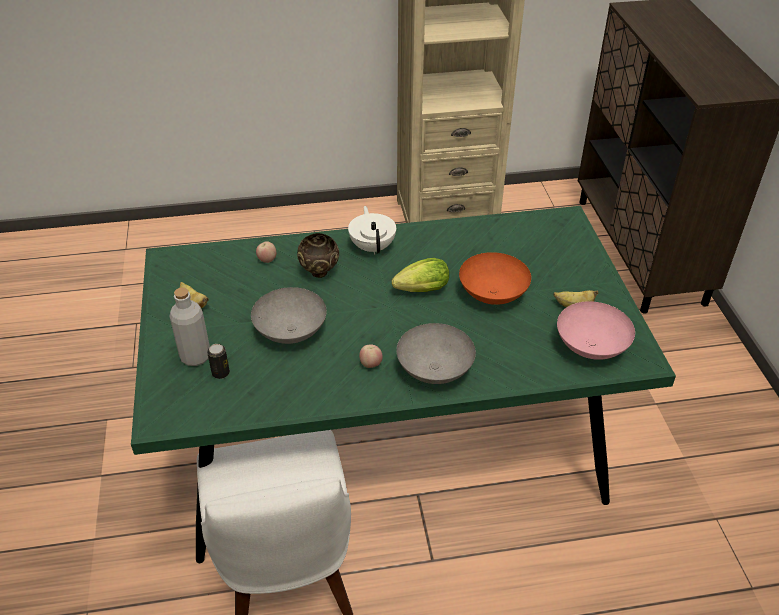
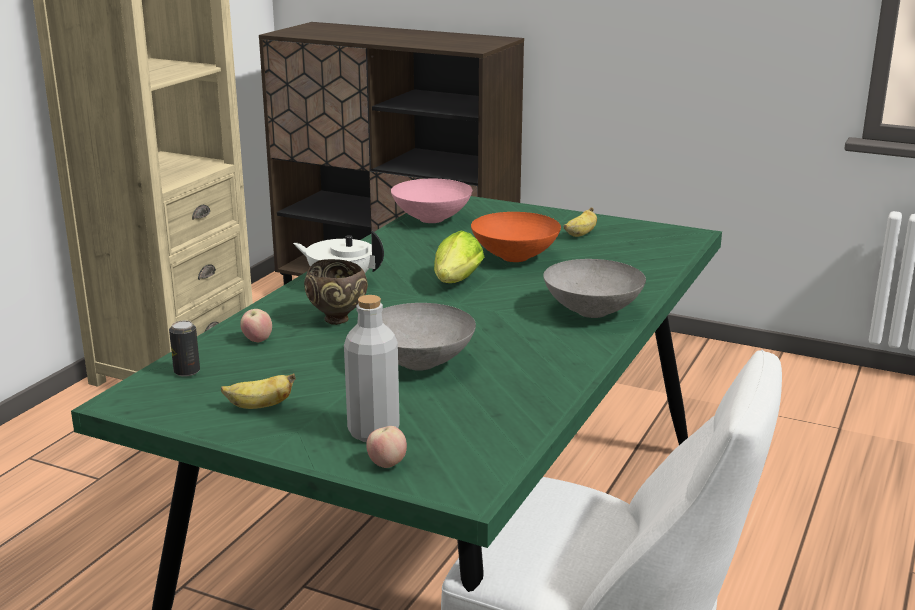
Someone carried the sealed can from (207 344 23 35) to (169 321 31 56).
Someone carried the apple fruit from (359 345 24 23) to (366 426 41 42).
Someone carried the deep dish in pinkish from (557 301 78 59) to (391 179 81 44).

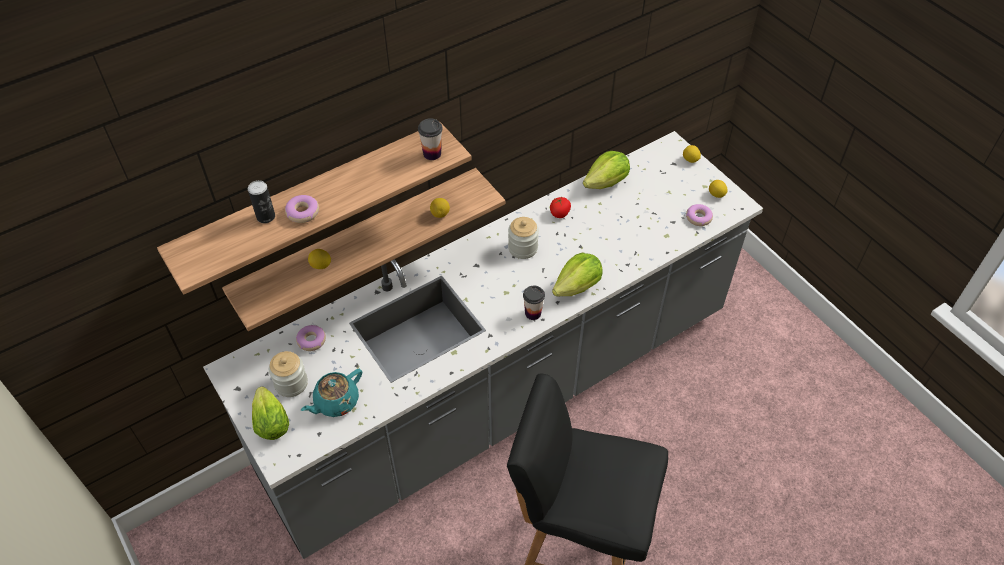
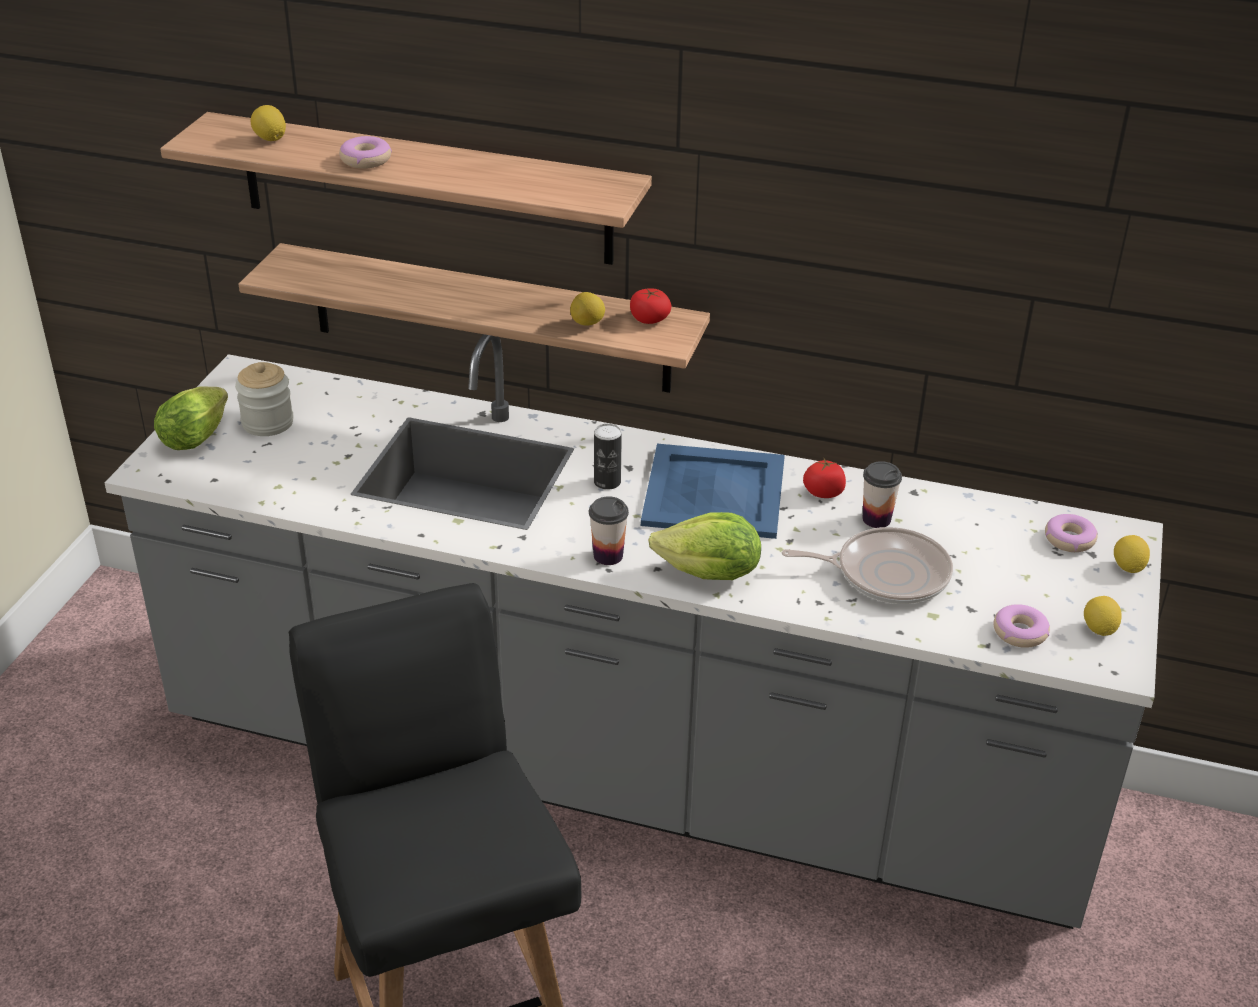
Someone carried the sealed can from (248 180 27 43) to (594 424 28 66).
Someone carried the donut from (296 325 30 26) to (1045 514 53 38).
Someone took away the pot for tea in blue-green at (301 369 61 48).
Someone carried the citrus fruit from (308 249 23 20) to (251 105 35 36).
Someone carried the cup from (418 118 25 42) to (863 461 39 67).
Someone swapped the preserve jar at (508 217 31 42) for the serving tray in blue at (641 444 144 95).
Someone took away the lettuce head at (583 151 47 38).
Someone put down the whole tomato at (630 288 41 36).
Someone put down the skillet at (782 527 171 77).

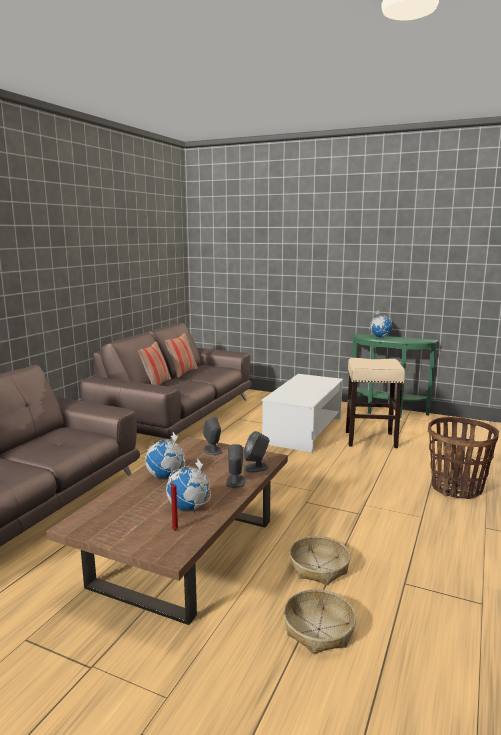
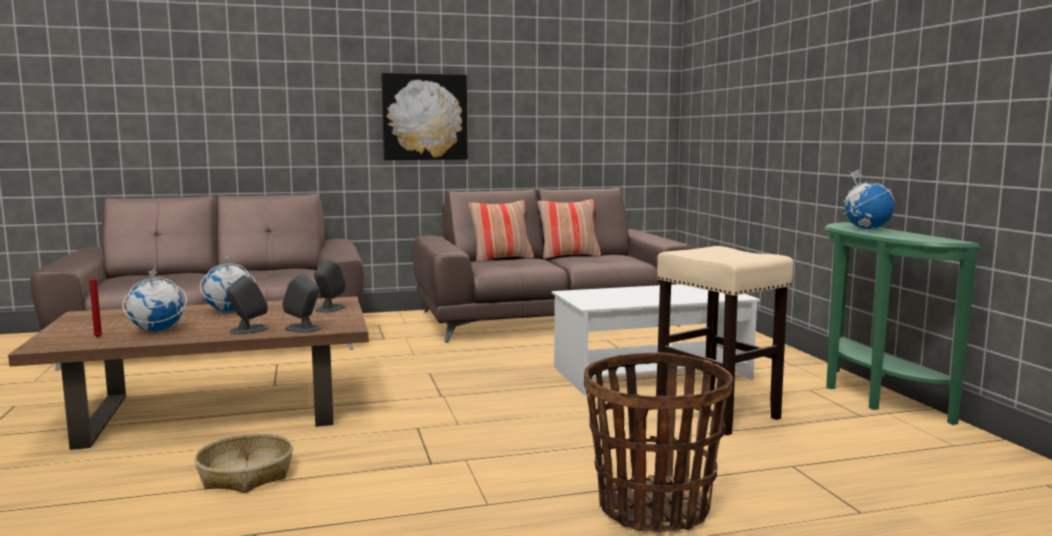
Someone took away the storage basket at (284 589 72 65).
Someone put up the wall picture at (381 73 87 87).

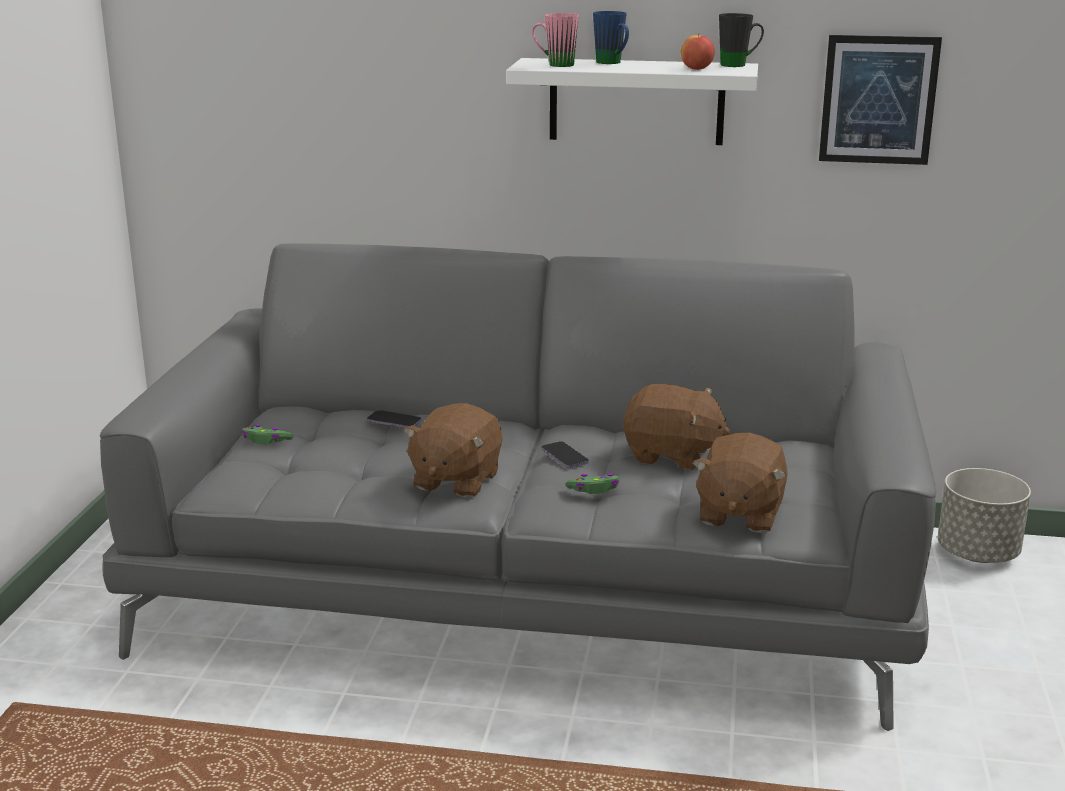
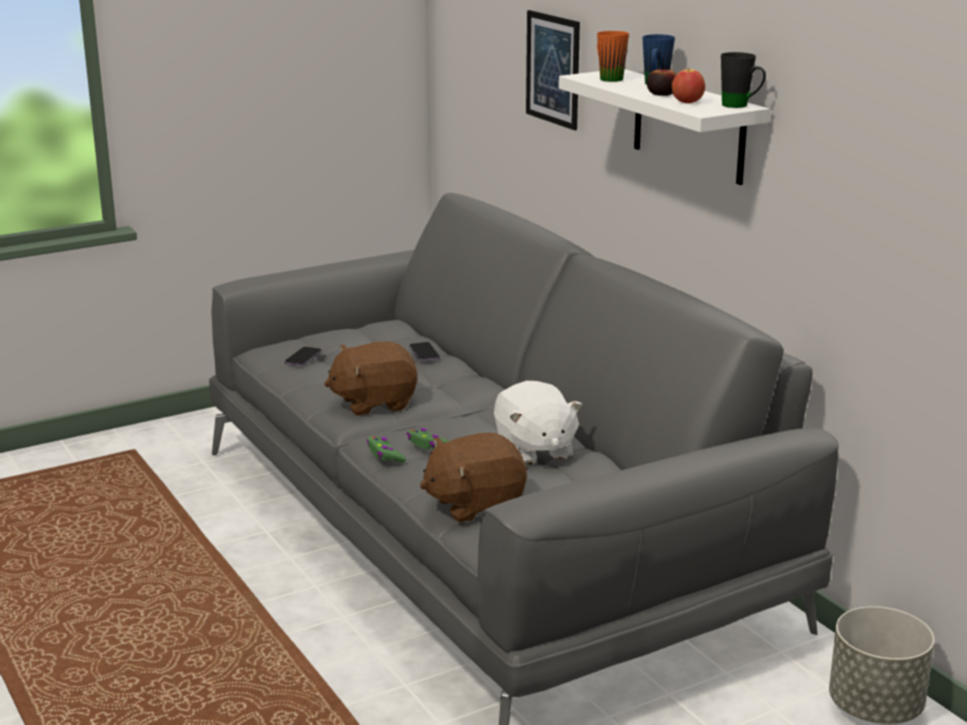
Someone carried the gamepad in green from (242 424 52 20) to (367 437 39 26).
Someone repainted the coffee mug in pinkish at (532 13 47 54), which became the coffee mug in orangey at (597 31 32 51).
Someone carried the handset from (541 441 48 27) to (285 347 37 19).
Someone repainted the plush toy in brown at (623 384 108 86), which became the plush toy in white at (494 381 89 85).
Someone carried the wall picture from (819 35 123 130) to (526 10 54 120).
Someone put down the apple fruit at (647 67 30 29).

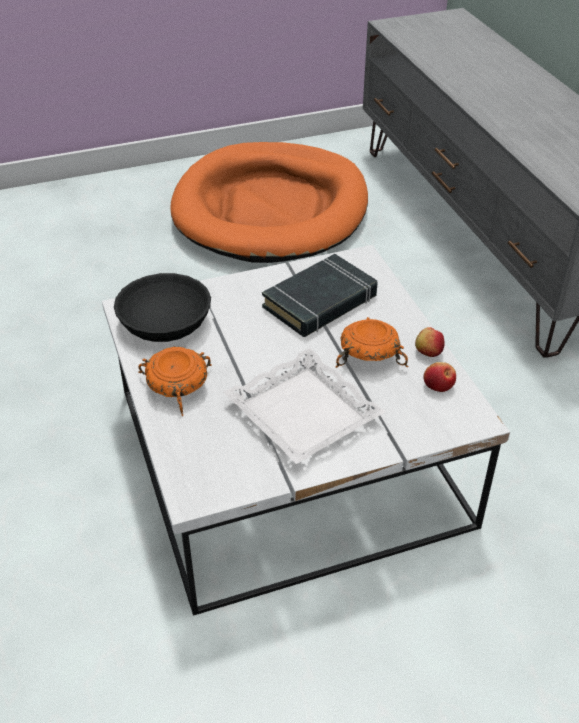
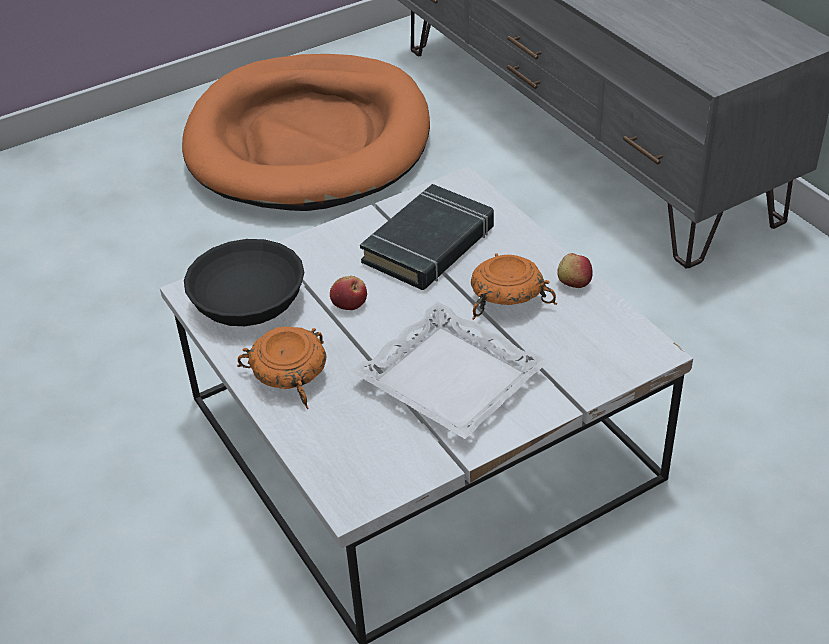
Someone carried the apple fruit from (423 362 33 30) to (330 276 37 34).

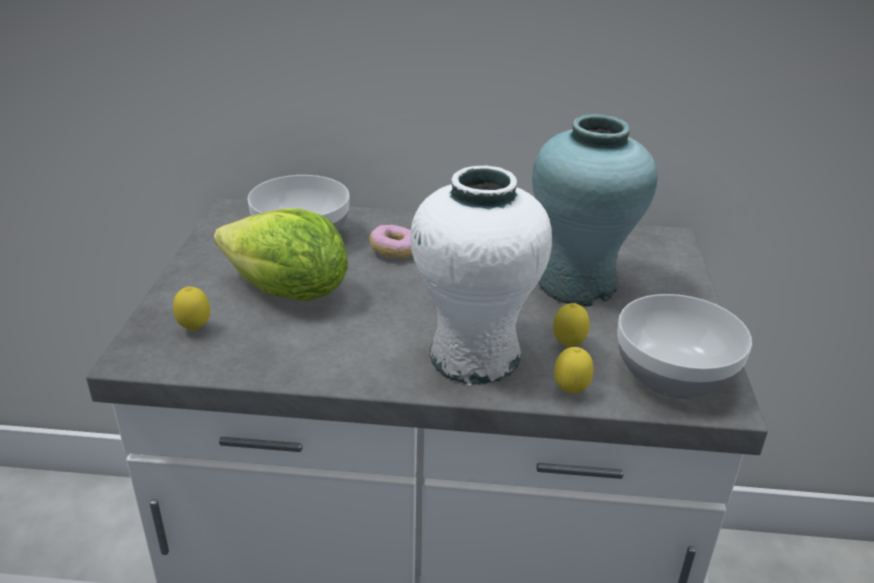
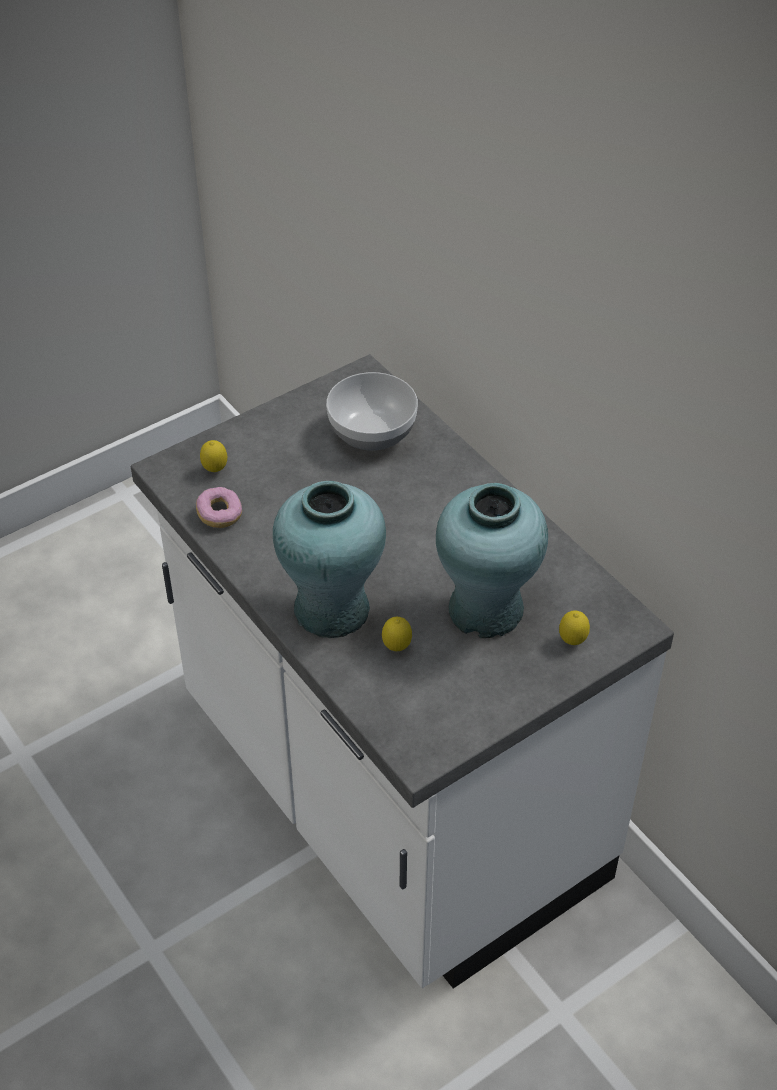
Someone took away the lettuce head at (214 208 134 93).
Someone carried the donut from (369 225 44 33) to (196 487 46 41).
Someone repainted the decorative vase in white at (410 166 142 219), which became the decorative vase in blue-green at (273 481 113 157).
Someone carried the citrus fruit from (554 347 40 46) to (559 611 31 34).
Someone took away the deep dish at (617 294 135 105).

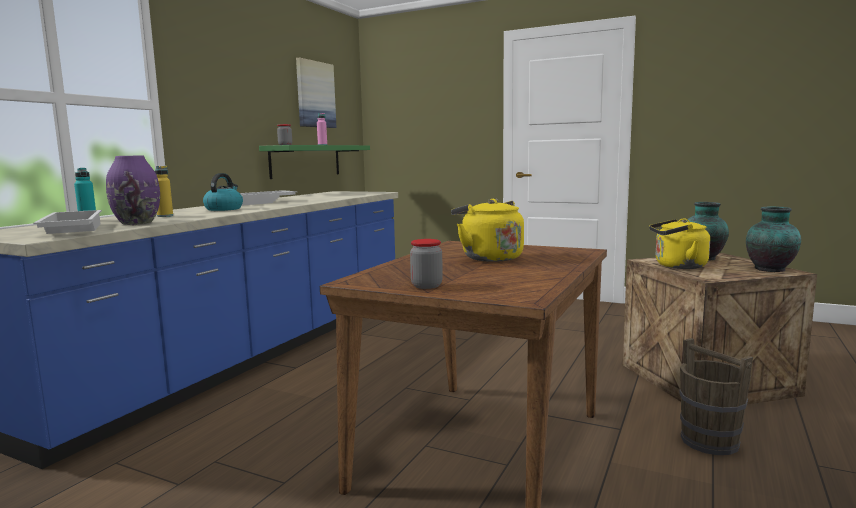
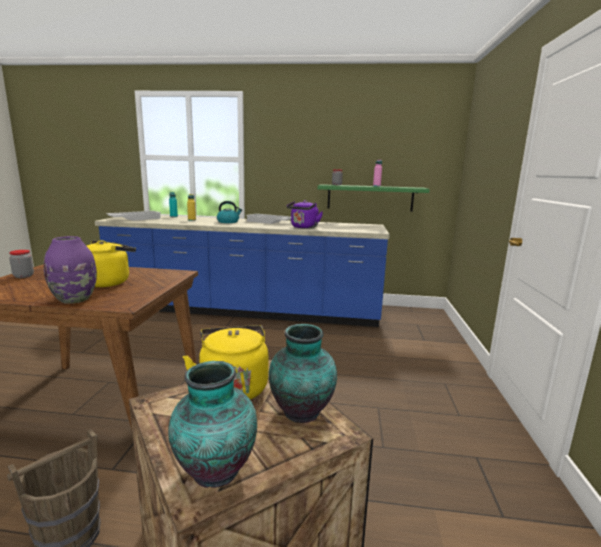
Someone carried the decorative vase in purple from (106 155 54 70) to (44 236 53 68).
Someone took away the wall picture at (296 58 41 70).
Someone put down the kettle in purple at (287 200 36 29).

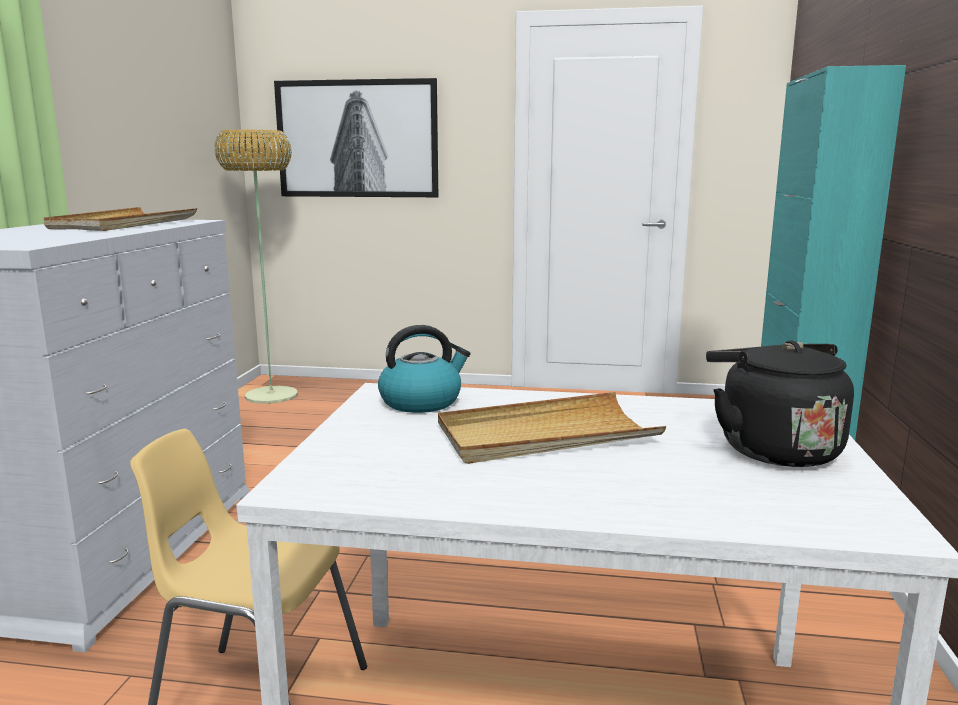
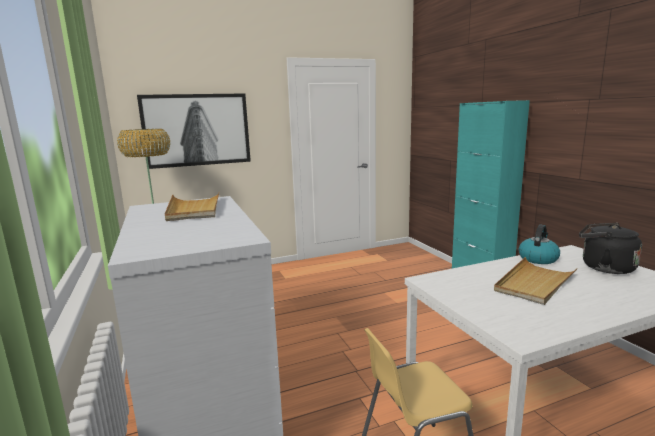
Someone carried the kettle from (378 325 92 88) to (519 225 41 39).

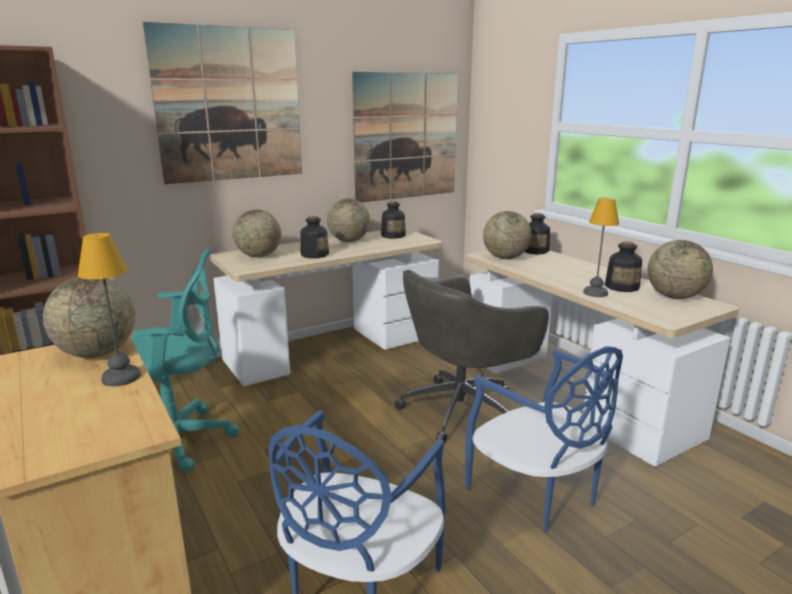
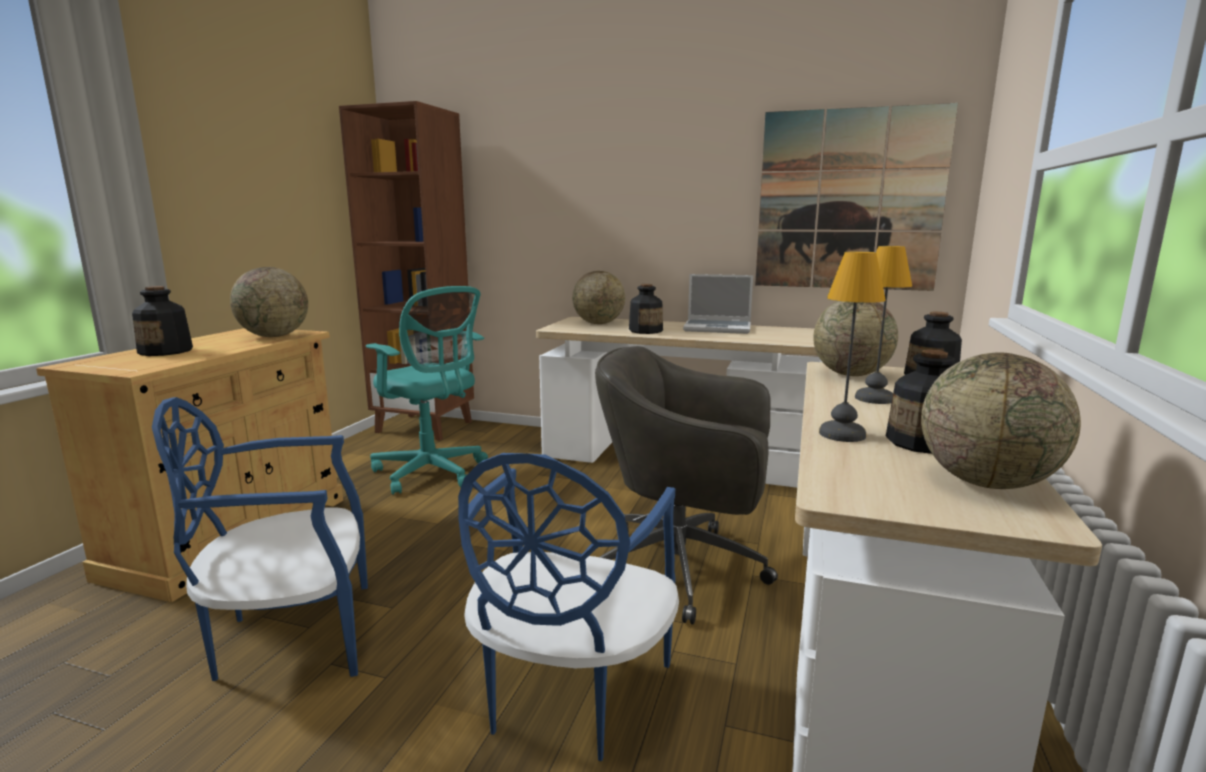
Someone carried the lamp for a table from (78 233 63 153) to (855 246 57 158).
Someone took away the wall picture at (143 22 159 162).
Someone swapped the world globe at (327 198 43 44) for the portable computer at (683 274 70 60).
Someone carried the beverage bottle from (381 201 25 38) to (132 286 61 70).

